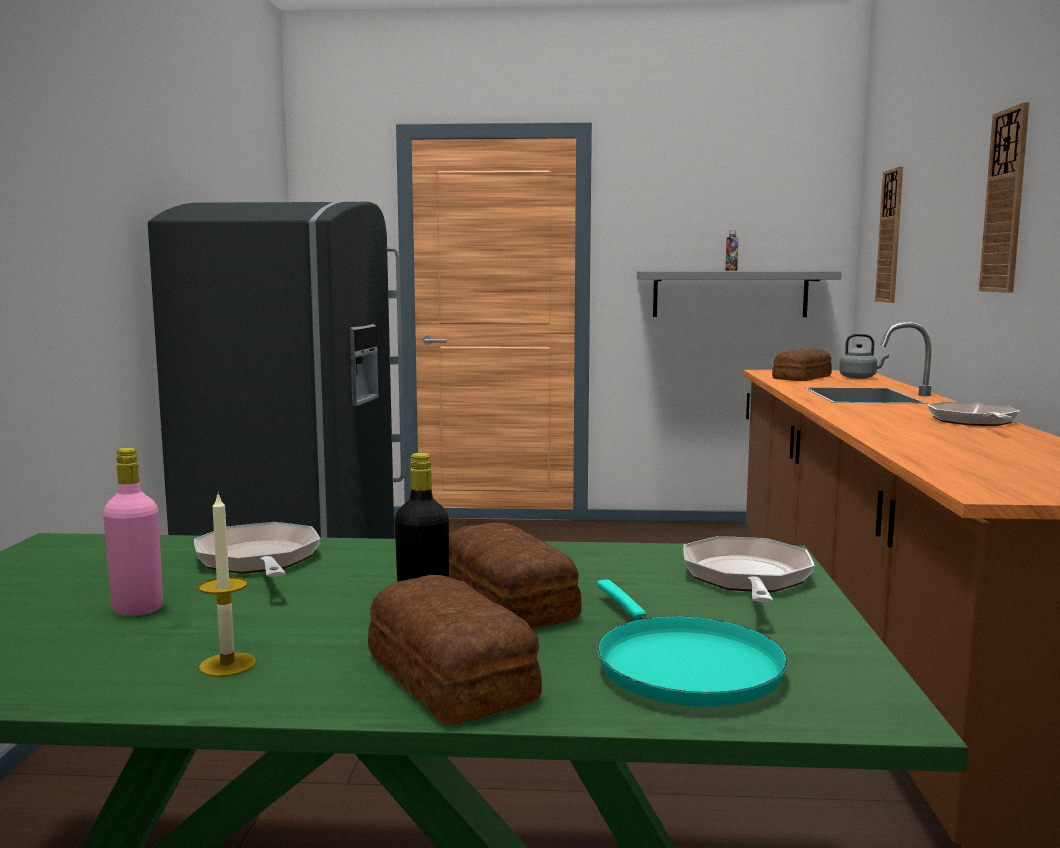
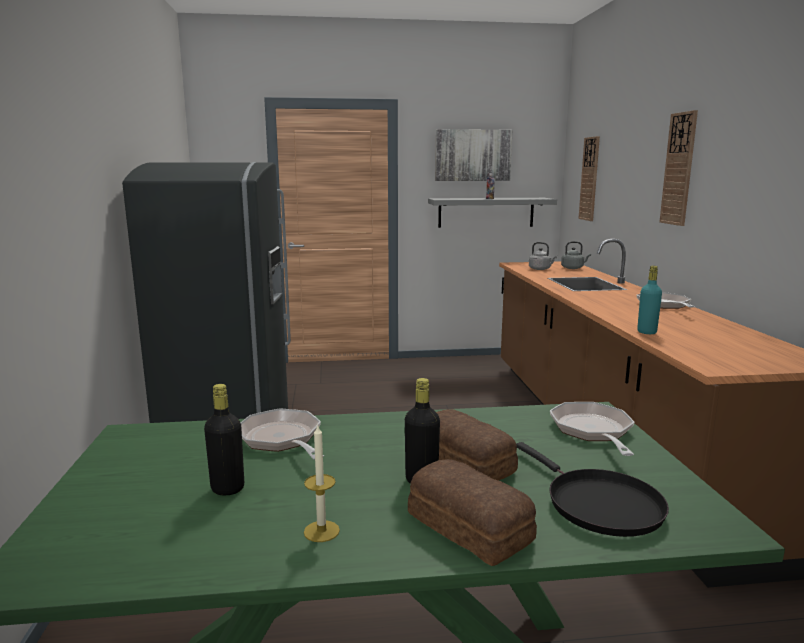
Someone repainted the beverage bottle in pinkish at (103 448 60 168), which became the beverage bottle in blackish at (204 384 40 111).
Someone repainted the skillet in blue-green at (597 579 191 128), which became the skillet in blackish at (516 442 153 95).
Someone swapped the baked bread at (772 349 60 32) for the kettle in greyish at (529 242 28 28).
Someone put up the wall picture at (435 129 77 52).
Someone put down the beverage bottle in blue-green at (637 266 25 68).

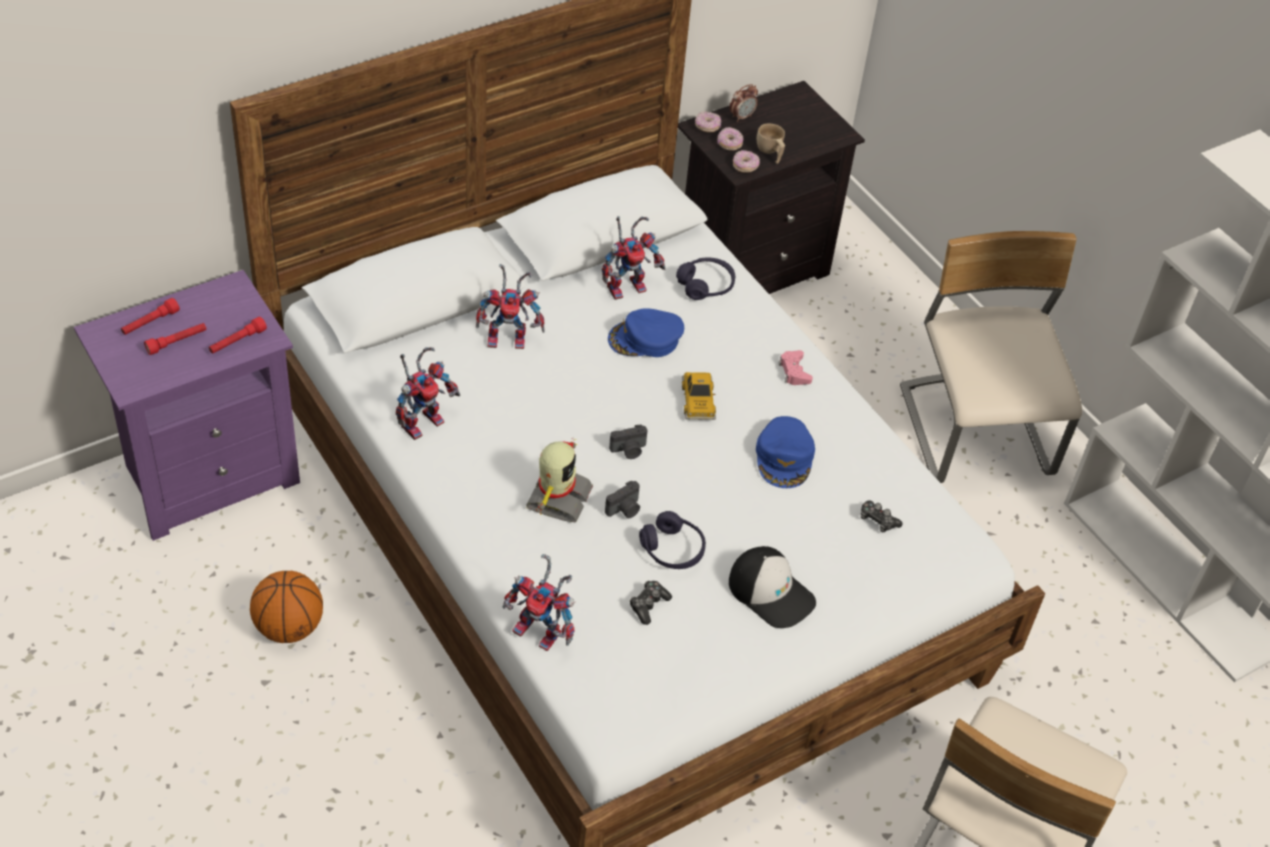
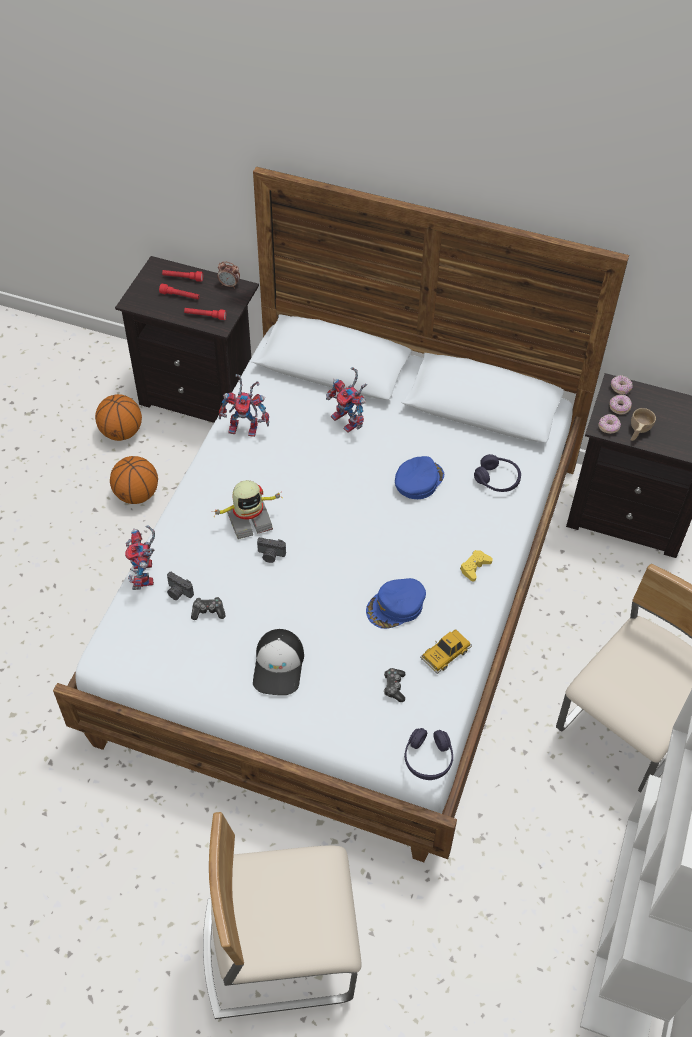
Someone repainted the night table in purple at (74 270 226 271), which became the night table in blackish at (115 256 144 167).
Someone took away the robot figure at (602 216 63 84).
Someone rotated the peaked cap in blue at (608 308 76 49) by 90 degrees clockwise.
Someone carried the photo camera from (609 425 38 34) to (167 572 27 28).
Someone carried the headset in purple from (639 511 67 58) to (404 728 49 52).
Someone carried the toy car from (682 372 34 48) to (420 629 52 45).
Someone carried the table clock from (729 84 29 38) to (217 261 23 27).
Someone repainted the gamepad in pinkish at (779 350 34 35), which became the gamepad in yellow-coloured at (460 550 33 31).
Someone put down the ball for basketball at (95 394 47 47).

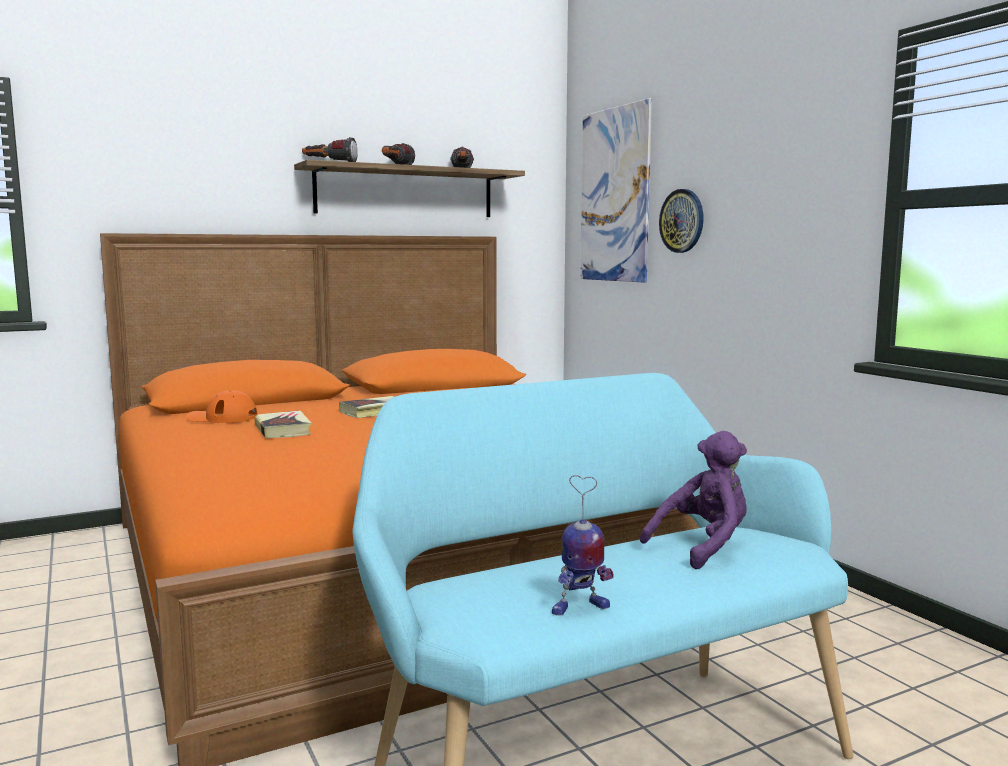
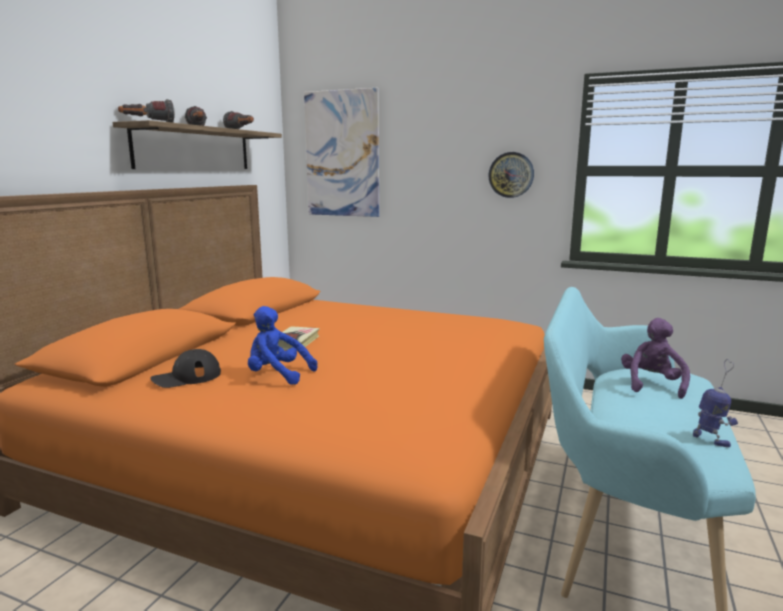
Someone repainted the peaked cap in orangey at (186 390 71 33), which became the peaked cap in blackish at (150 349 71 39).
Someone swapped the volume at (255 411 57 27) for the plush toy in blue at (248 306 69 79).
Someone rotated the robot figure at (552 475 62 141) by 60 degrees counterclockwise.
Someone carried the hanging clock from (659 189 45 64) to (488 152 46 46).

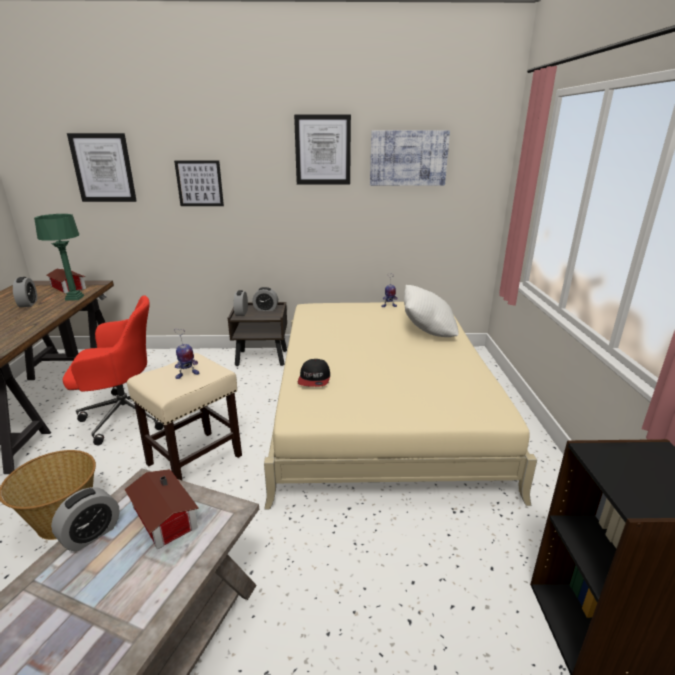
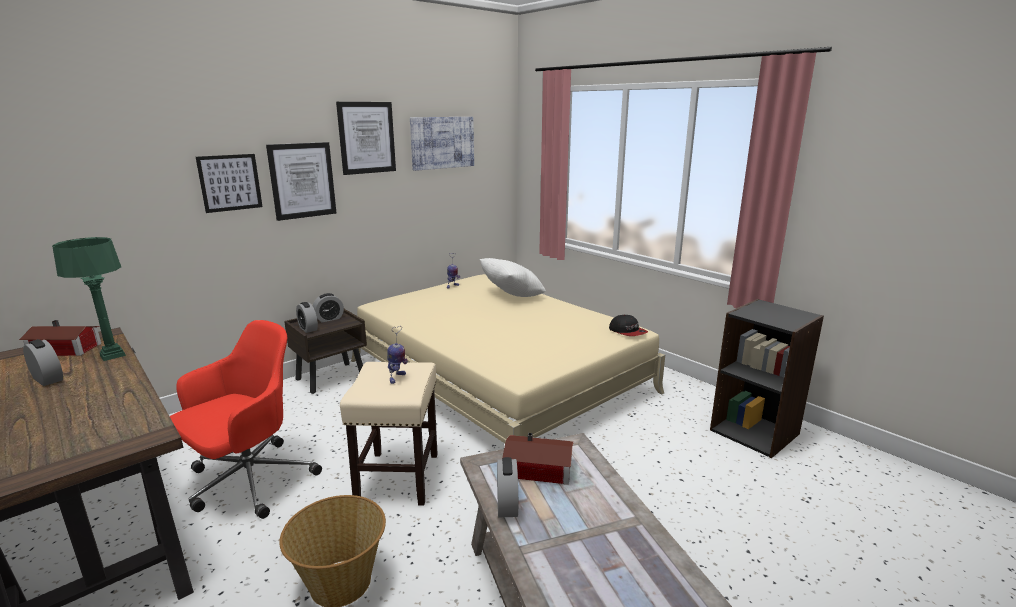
Someone carried the wall picture from (67 133 70 69) to (266 142 70 79).
Someone carried the peaked cap from (298 359 32 28) to (609 315 39 21).

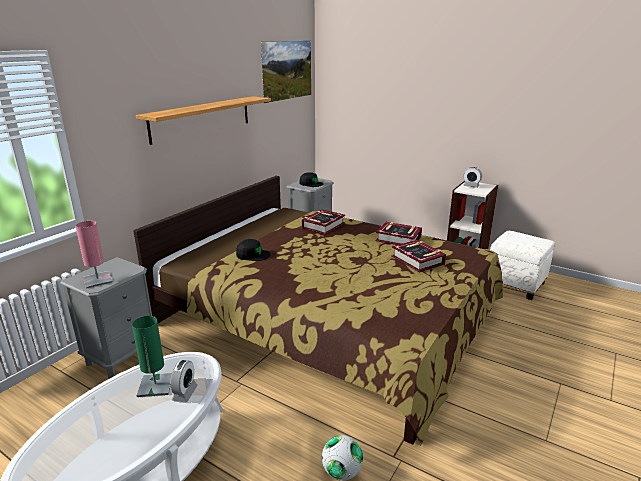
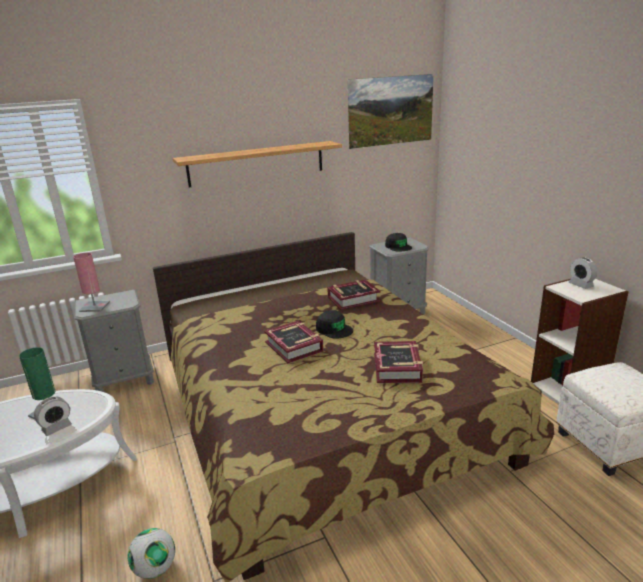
Someone carried the peaked cap in blackish from (236 239 35 22) to (316 310 37 28).
Someone carried the volume from (376 222 46 23) to (264 320 60 43).

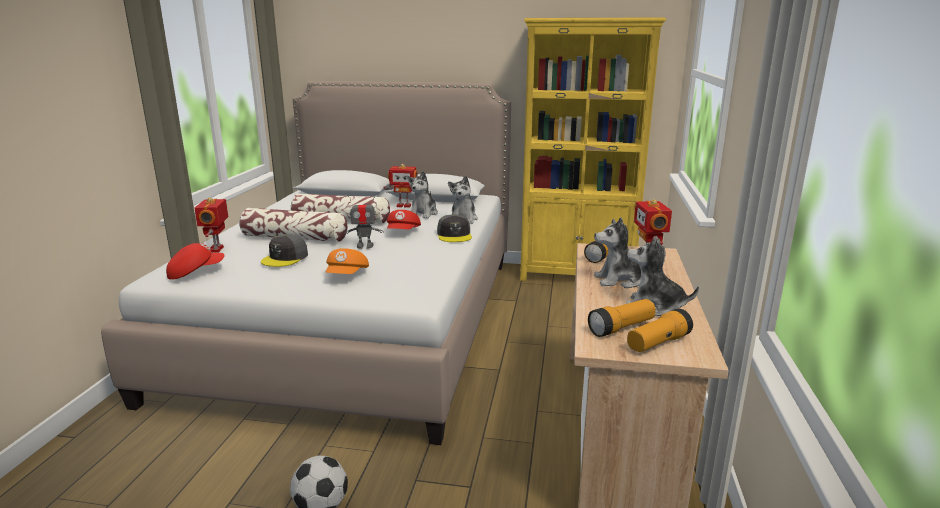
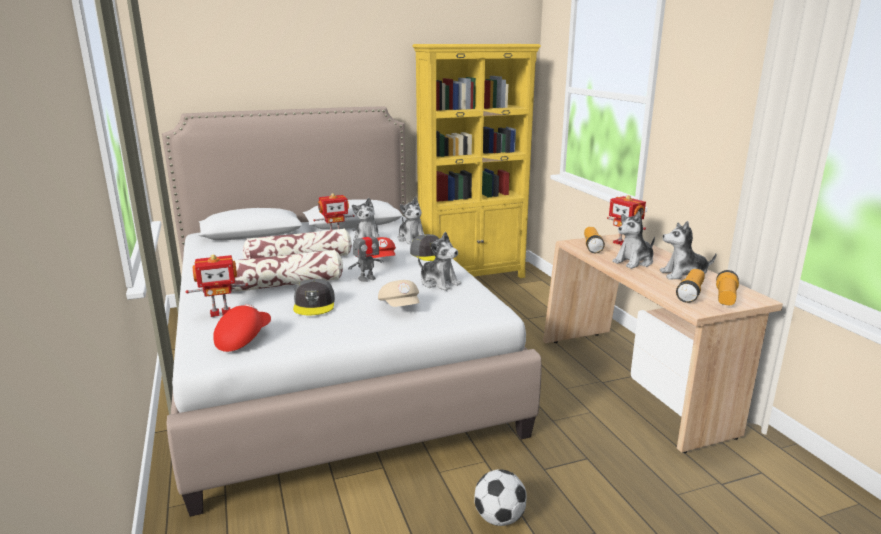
Someone rotated the robot figure at (194 198 34 55) by 75 degrees counterclockwise.
Someone repainted the peaked cap in orangey at (326 248 43 26), which became the peaked cap in beige-coloured at (378 280 41 27).
Someone put down the plush toy at (418 232 43 59).

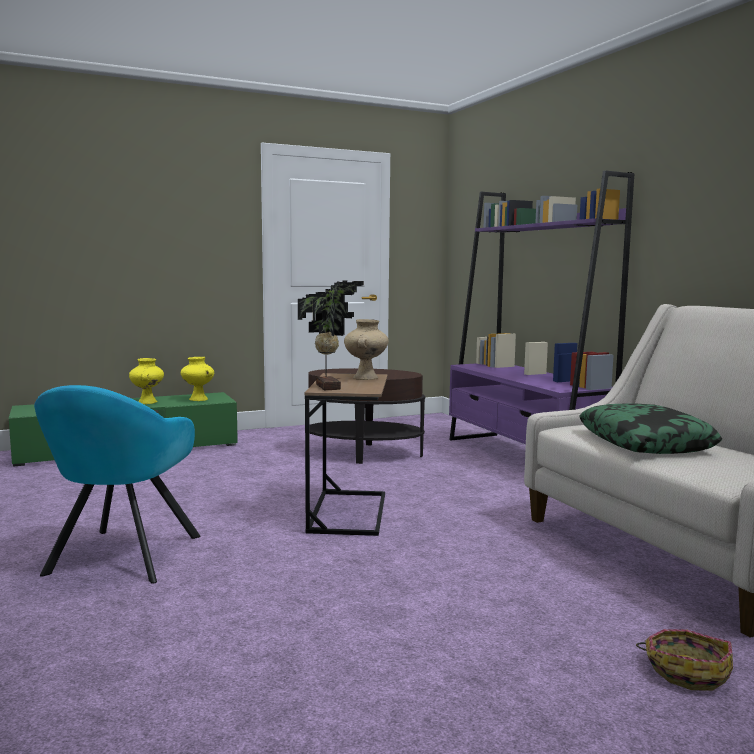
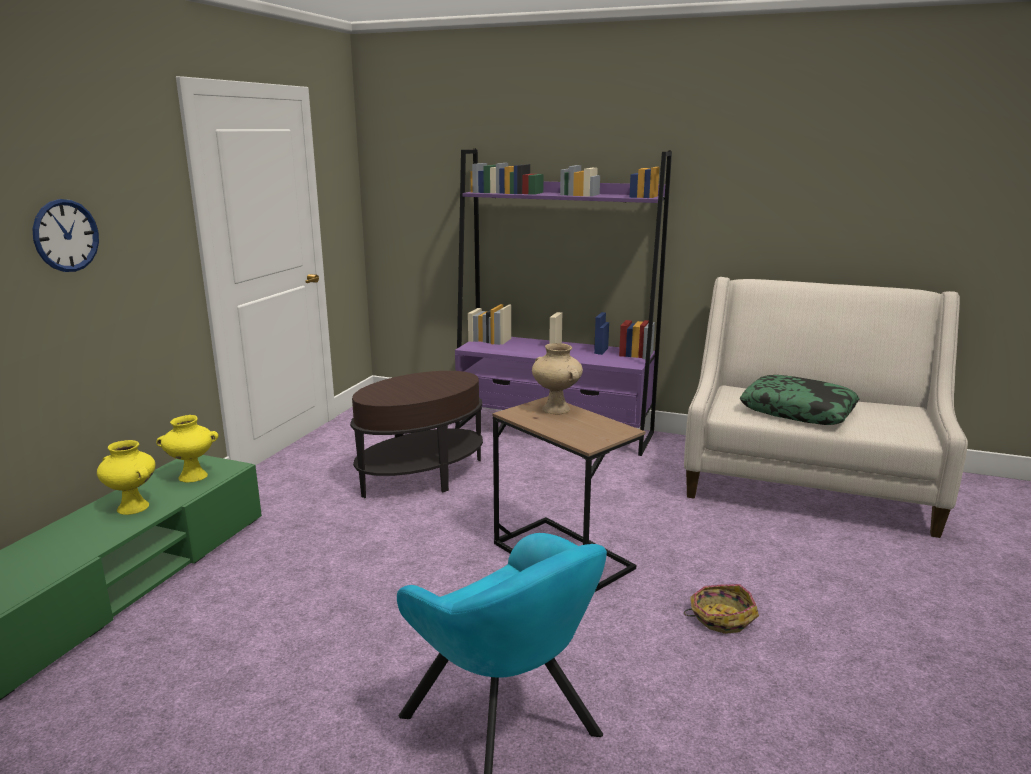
Someone took away the houseplant at (298 280 66 110).
Someone carried the storage basket from (636 629 97 62) to (684 584 75 50).
Someone put up the hanging clock at (33 199 66 73).

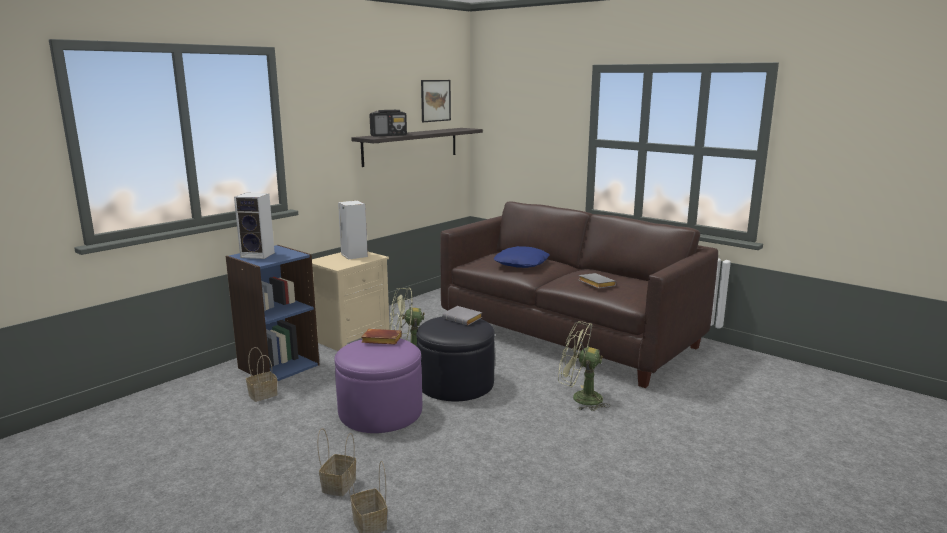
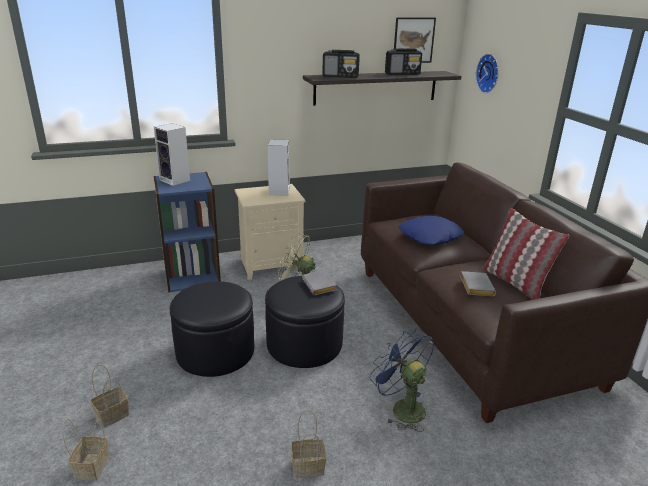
Someone carried the storage basket from (246 347 32 55) to (291 410 35 68).
Someone repainted the footrest in purple at (334 338 88 95), which became the footrest in blackish at (170 281 84 96).
Someone took away the volume in brown at (361 329 41 16).
Someone repainted the electric fan in green at (558 321 53 90), which became the electric fan in blue at (369 328 65 104).
Someone put down the radio set at (385 48 37 27).
Someone put up the hanging clock at (476 54 23 39).
Someone put down the pillow at (483 208 86 92).

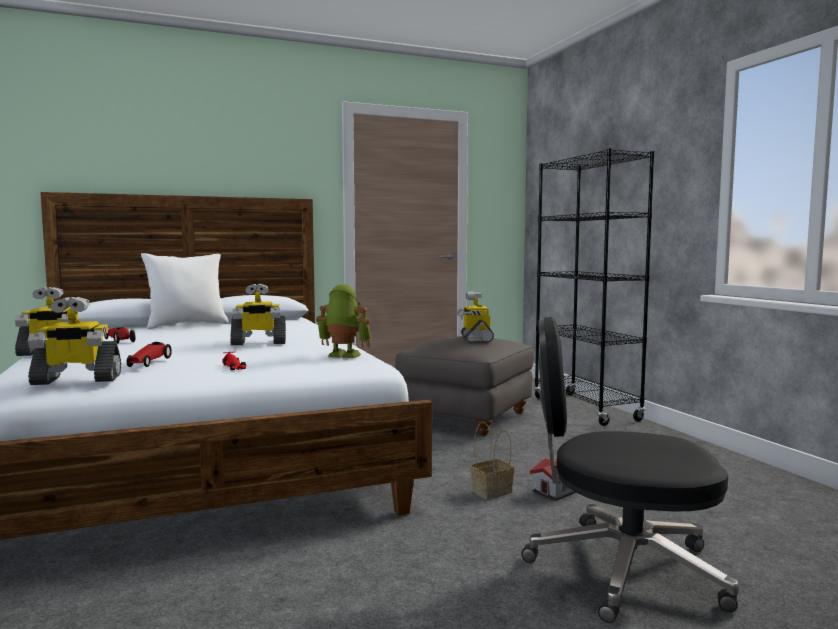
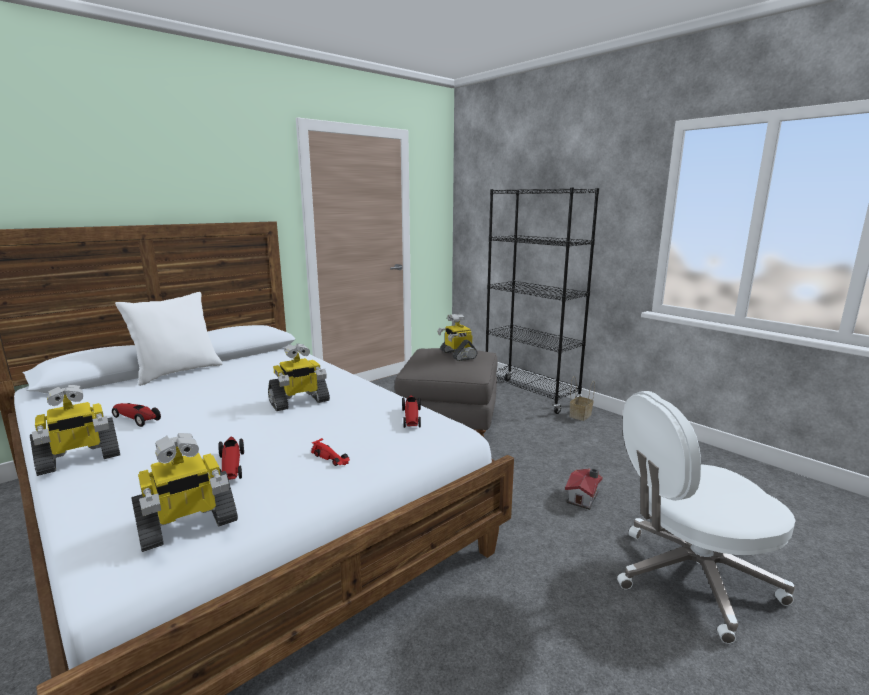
Someone swapped the robot figure at (316 284 55 74) for the toy car at (402 395 19 33).
Someone carried the storage basket from (470 422 45 77) to (570 376 25 45).
Someone repainted the desk chair in blackish at (521 317 218 306), which became the desk chair in white at (617 391 179 253).

